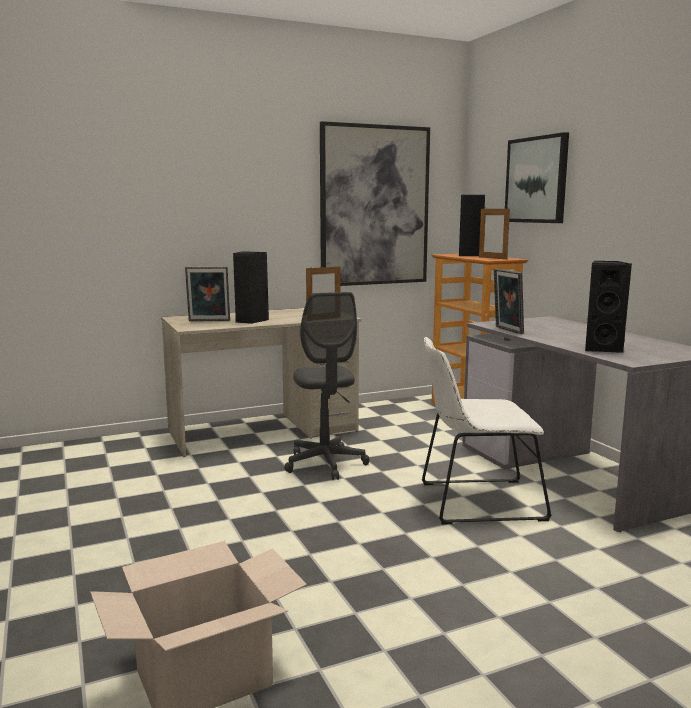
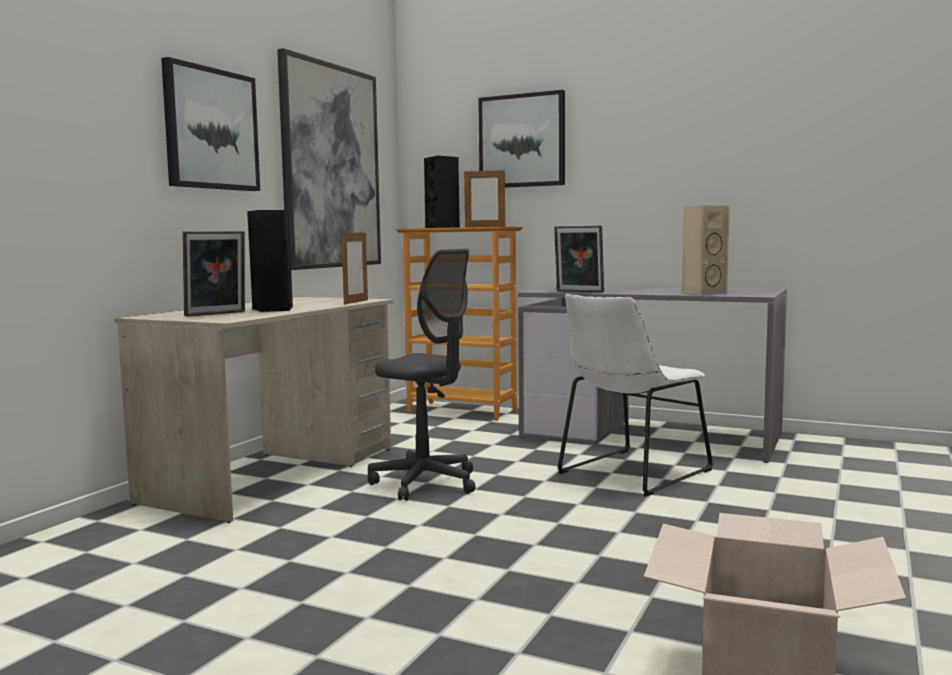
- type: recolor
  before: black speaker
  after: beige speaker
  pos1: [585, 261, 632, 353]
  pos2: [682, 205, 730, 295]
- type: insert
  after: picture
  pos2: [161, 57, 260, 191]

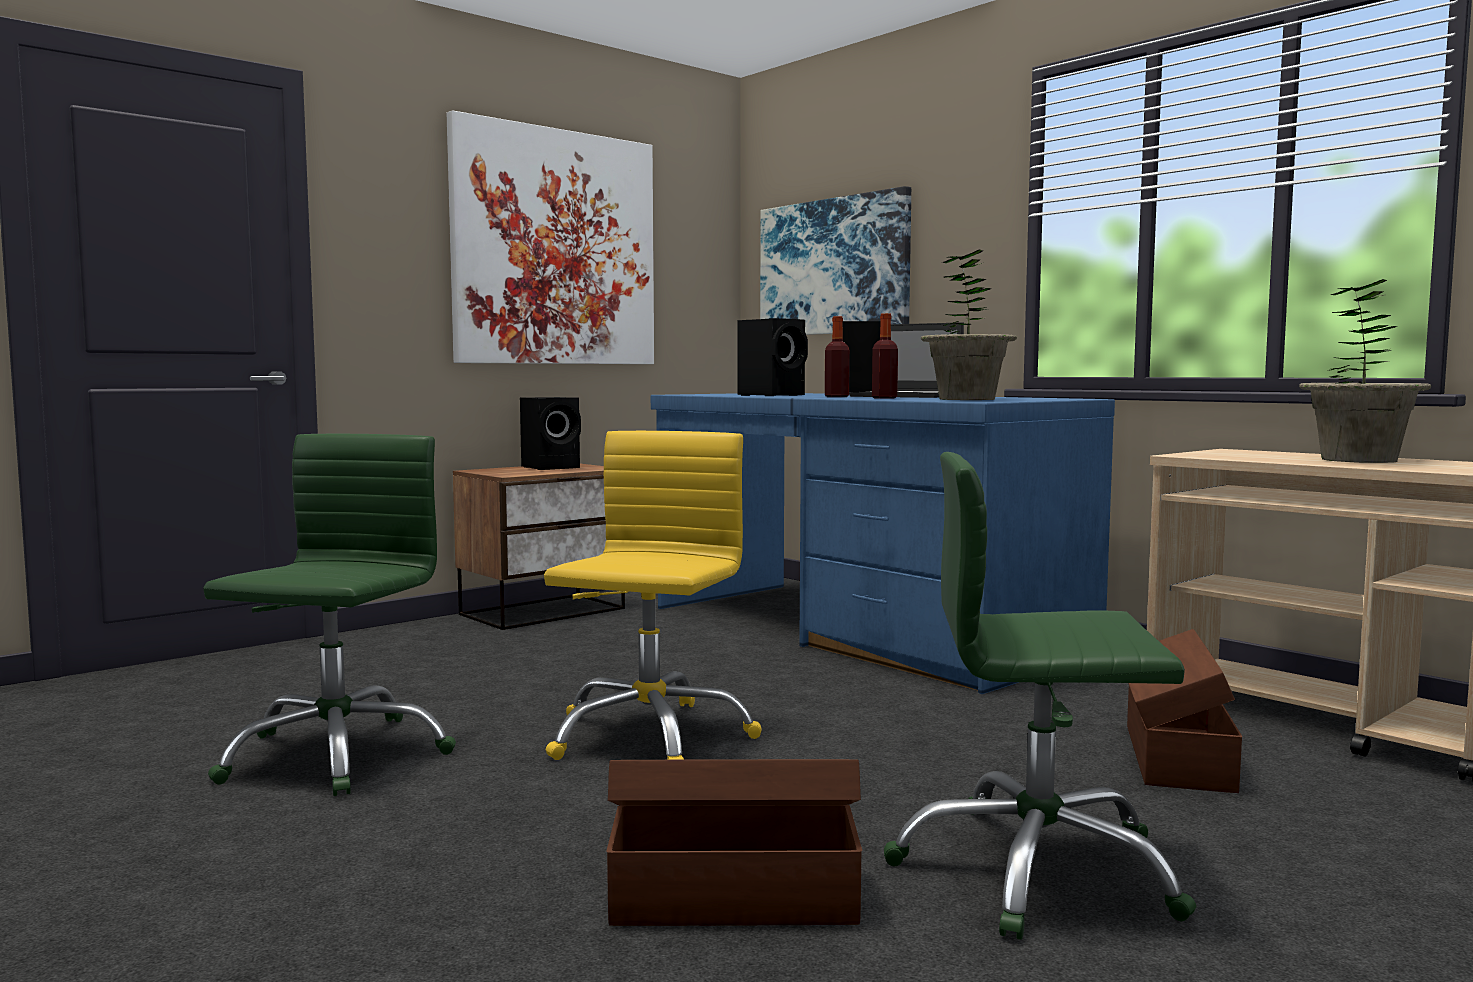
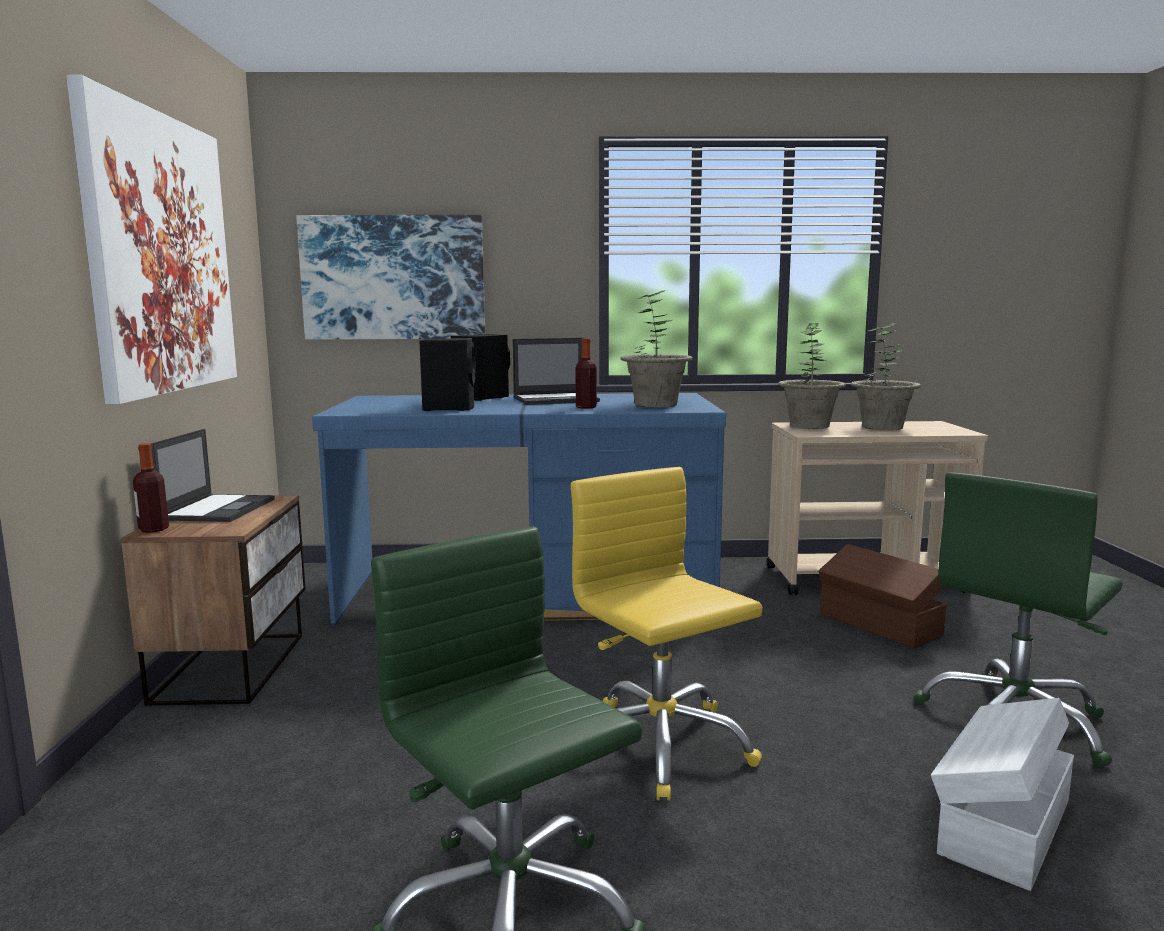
- type: move
  before: bottle
  pos1: [825, 316, 850, 397]
  pos2: [133, 443, 169, 532]
- type: replace
  before: black speaker
  after: laptop
  pos1: [520, 397, 581, 470]
  pos2: [151, 429, 275, 522]
- type: recolor
  before: brown storage box
  after: white storage box
  pos1: [606, 759, 862, 926]
  pos2: [931, 698, 1074, 891]
- type: insert
  after: potted plant
  pos2: [778, 323, 846, 429]

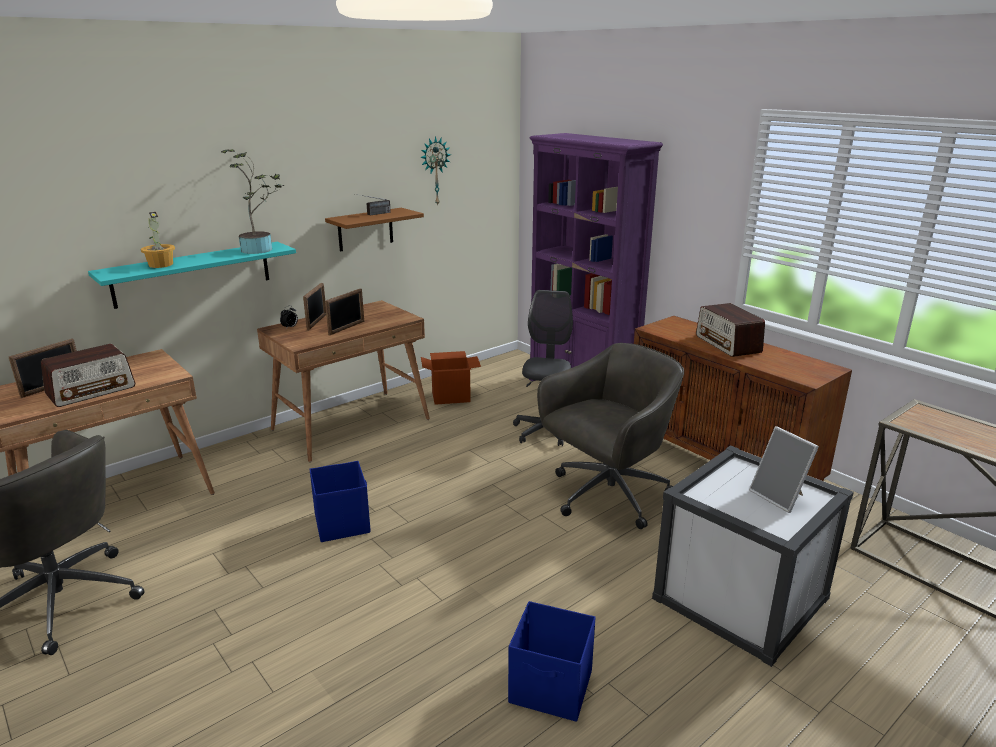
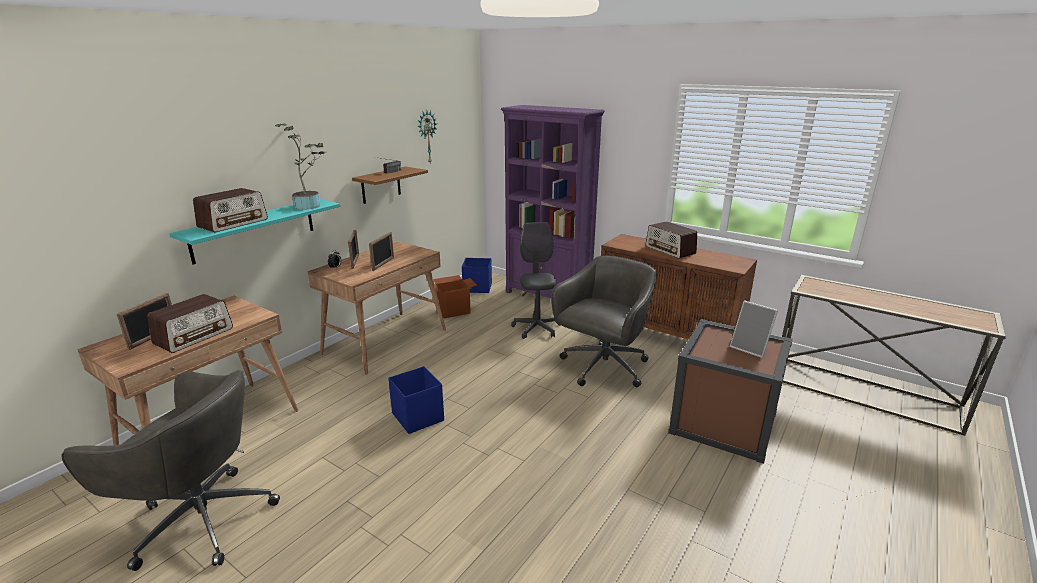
- type: replace
  before: potted plant
  after: radio
  pos1: [141, 212, 175, 268]
  pos2: [193, 188, 268, 232]
- type: recolor
  before: white storage box
  after: brown storage box
  pos1: [652, 445, 854, 667]
  pos2: [668, 319, 793, 464]
- type: move
  before: blue storage box
  pos1: [508, 601, 596, 722]
  pos2: [462, 258, 492, 293]

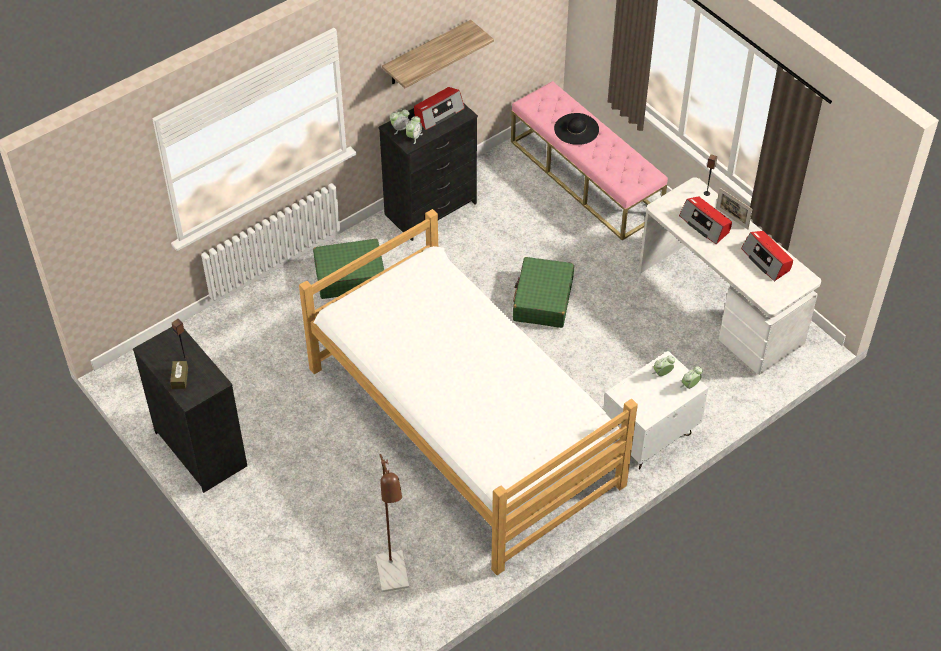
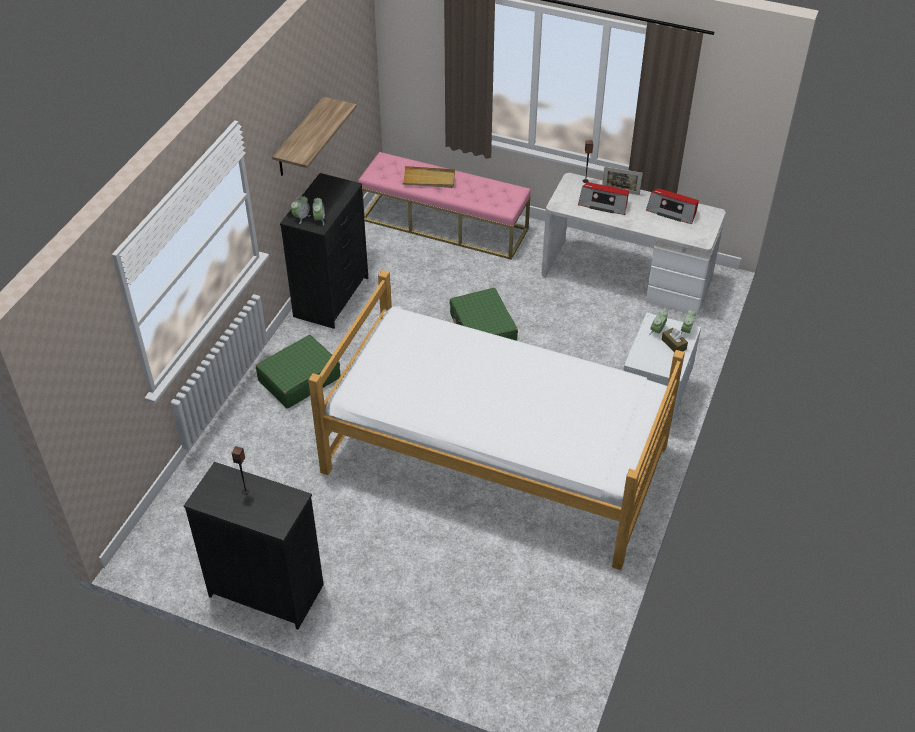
- type: delete
  before: radio
  pos1: [414, 87, 465, 130]
- type: replace
  before: black hat
  after: beige tray
  pos1: [554, 113, 599, 145]
  pos2: [403, 166, 455, 188]
- type: move
  before: brown tissue box
  pos1: [170, 361, 188, 389]
  pos2: [662, 328, 688, 353]
- type: delete
  before: brown floor lamp
  pos1: [376, 451, 409, 592]

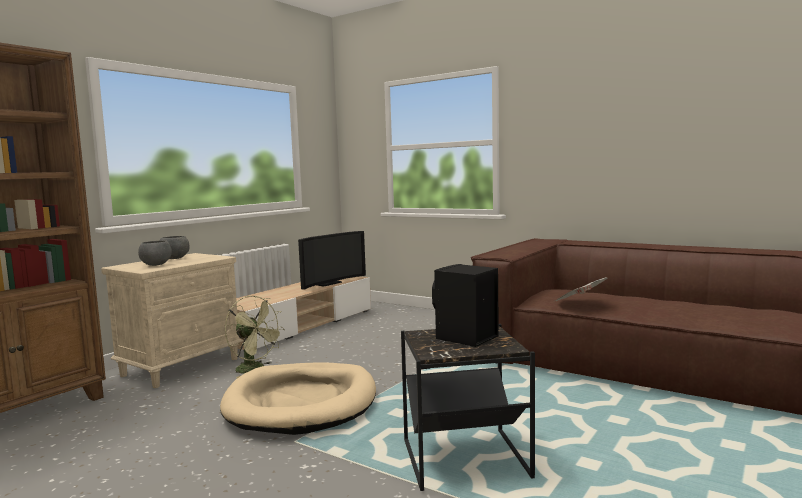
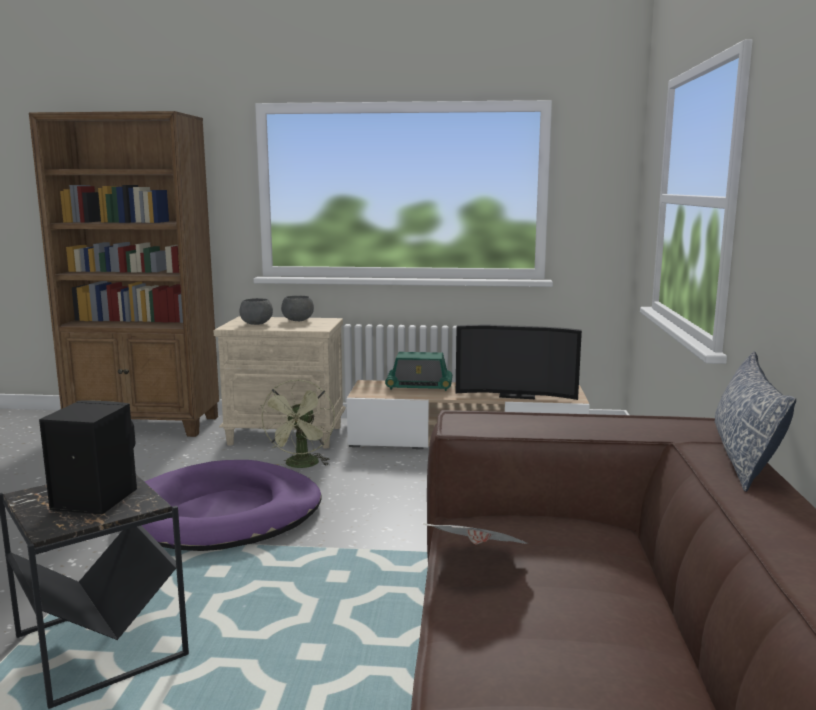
- type: recolor
  before: beige dog bed
  after: purple dog bed
  pos1: [220, 362, 376, 435]
  pos2: [142, 460, 322, 551]
- type: insert
  after: pillow
  pos2: [715, 351, 796, 492]
- type: insert
  after: radio
  pos2: [385, 352, 452, 391]

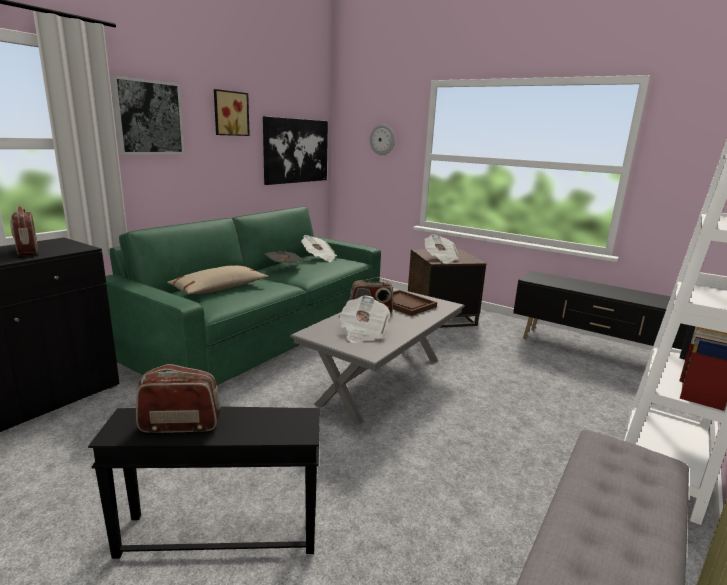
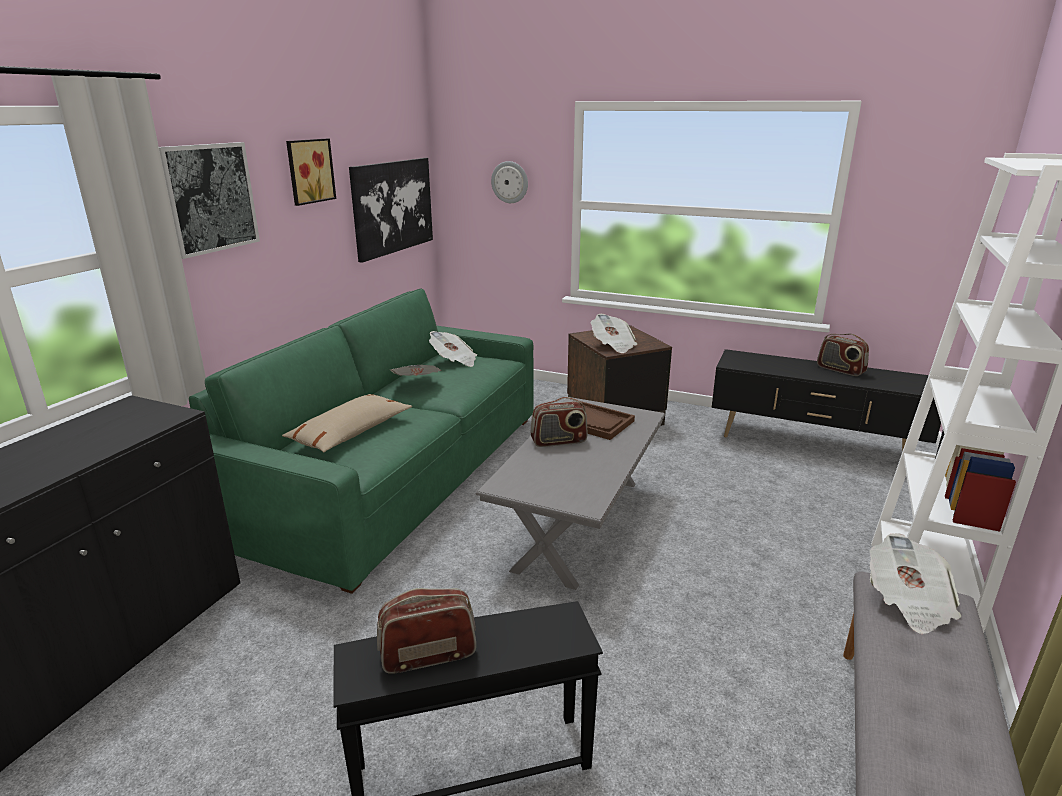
- type: move
  before: radio
  pos1: [10, 206, 38, 256]
  pos2: [817, 334, 869, 376]
- type: move
  before: newspaper
  pos1: [339, 295, 390, 343]
  pos2: [870, 533, 961, 634]

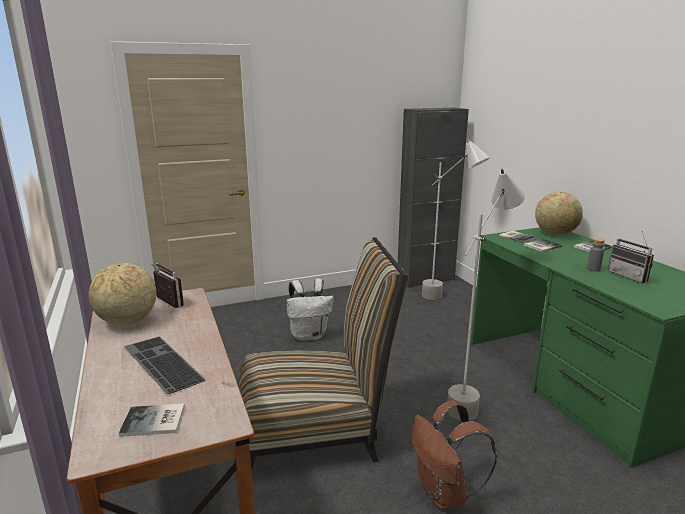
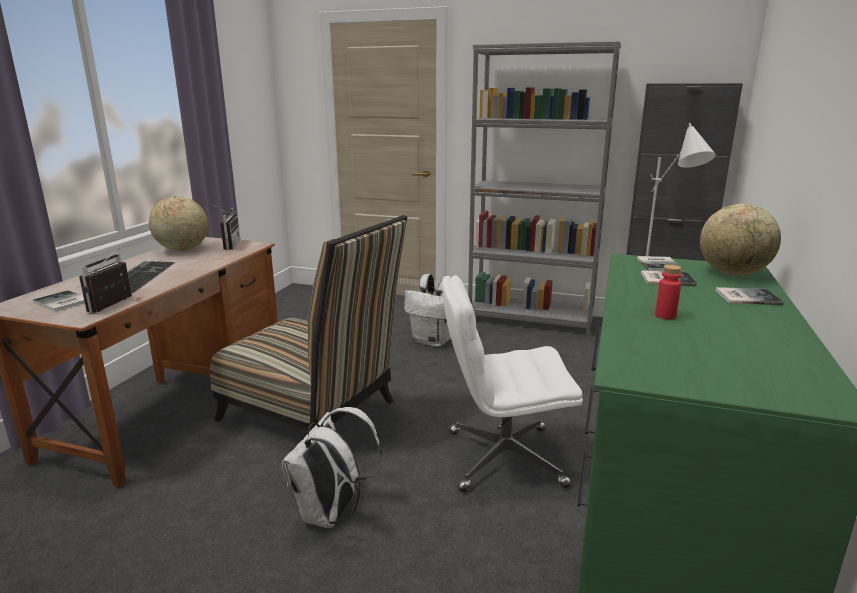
- type: replace
  before: grey floor lamp
  after: white office chair
  pos1: [447, 169, 525, 421]
  pos2: [442, 275, 583, 492]
- type: move
  before: radio
  pos1: [608, 232, 654, 283]
  pos2: [79, 247, 132, 313]
- type: recolor
  before: grey bottle
  after: red bottle
  pos1: [587, 238, 605, 272]
  pos2: [655, 265, 681, 319]
- type: recolor
  before: brown backpack
  after: white backpack
  pos1: [412, 400, 497, 509]
  pos2: [282, 407, 382, 528]
- type: insert
  after: grey bookcase
  pos2: [468, 41, 621, 336]

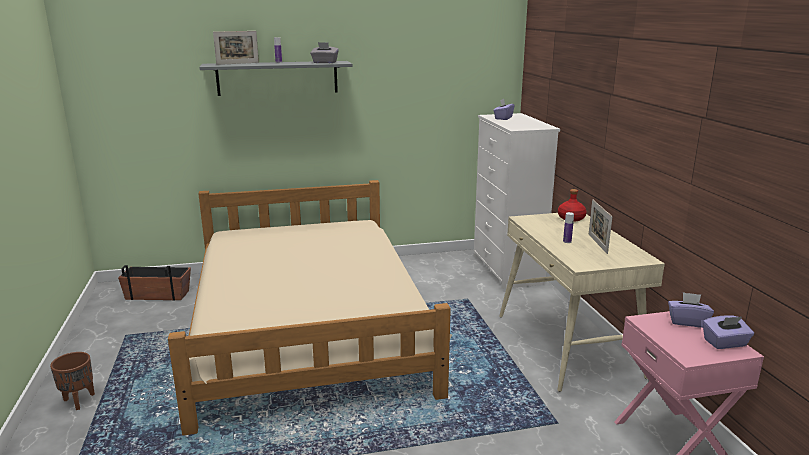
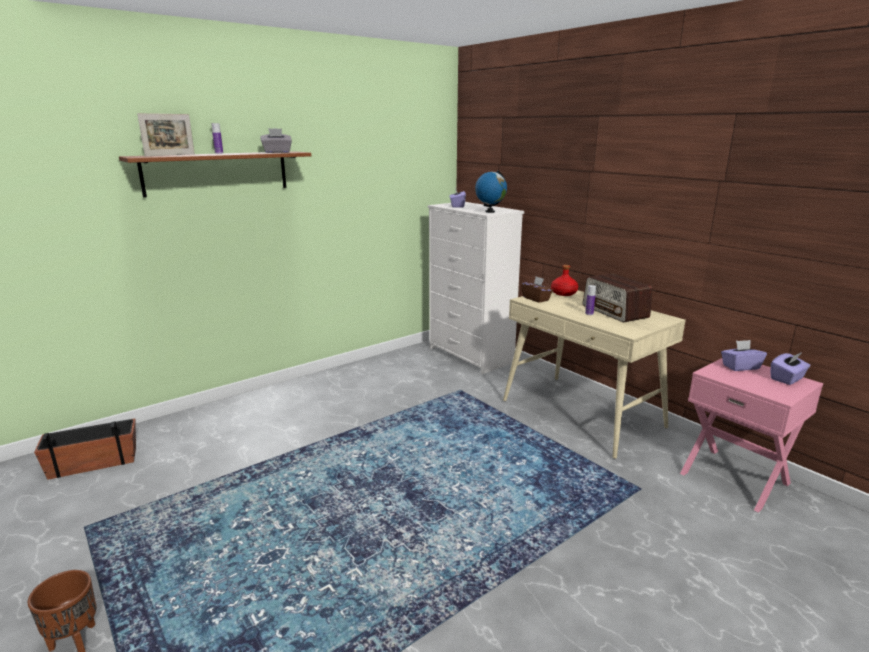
- type: recolor
  before: grey shelf
  after: brown shelf
  pos1: [199, 61, 353, 96]
  pos2: [119, 151, 311, 198]
- type: delete
  before: beige bed
  pos1: [168, 180, 452, 436]
- type: replace
  before: picture frame
  after: radio
  pos1: [588, 199, 613, 254]
  pos2: [583, 274, 652, 322]
- type: insert
  after: globe
  pos2: [475, 170, 507, 213]
- type: insert
  after: brown tissue box
  pos2: [521, 276, 553, 303]

